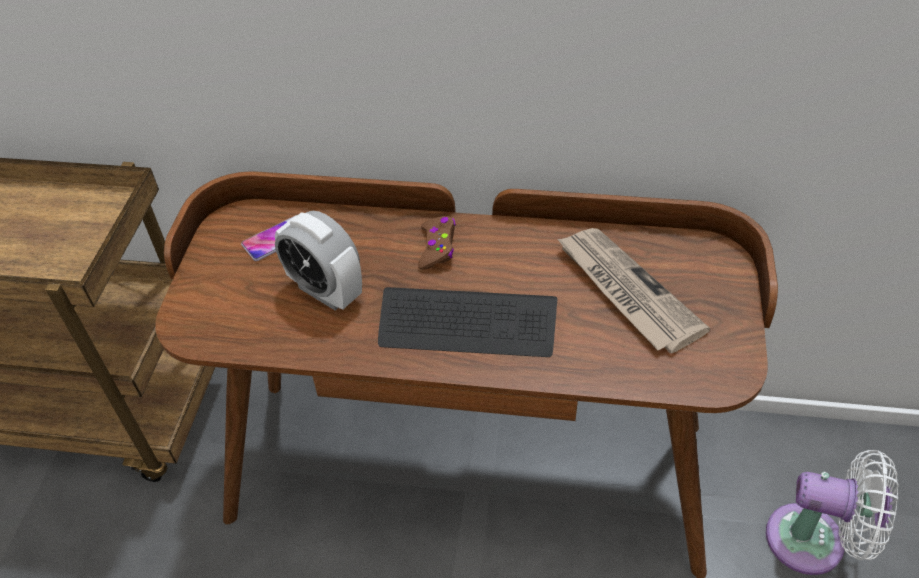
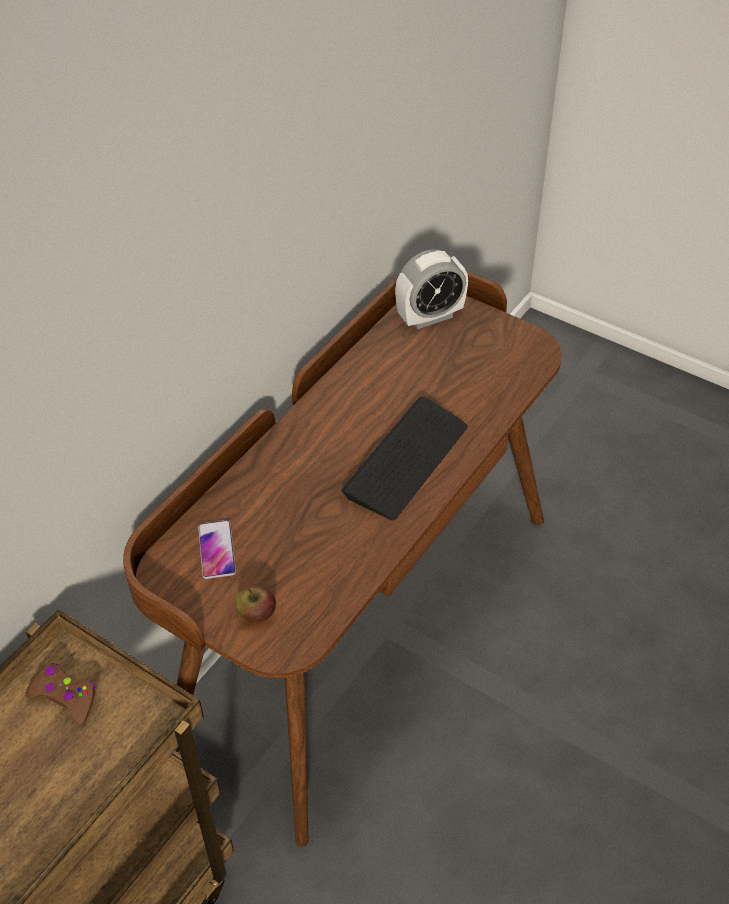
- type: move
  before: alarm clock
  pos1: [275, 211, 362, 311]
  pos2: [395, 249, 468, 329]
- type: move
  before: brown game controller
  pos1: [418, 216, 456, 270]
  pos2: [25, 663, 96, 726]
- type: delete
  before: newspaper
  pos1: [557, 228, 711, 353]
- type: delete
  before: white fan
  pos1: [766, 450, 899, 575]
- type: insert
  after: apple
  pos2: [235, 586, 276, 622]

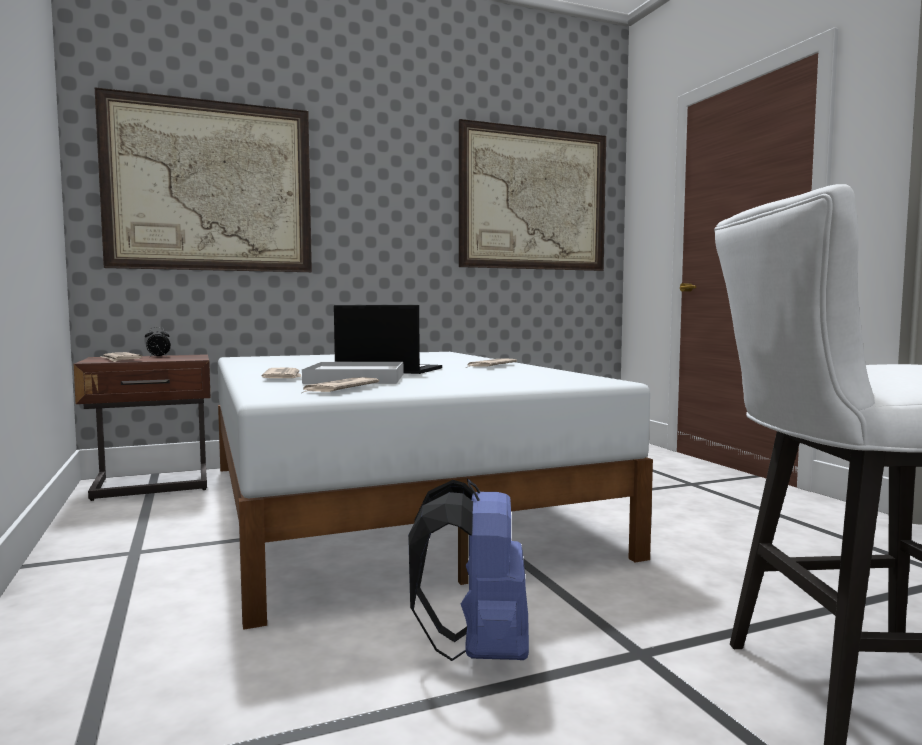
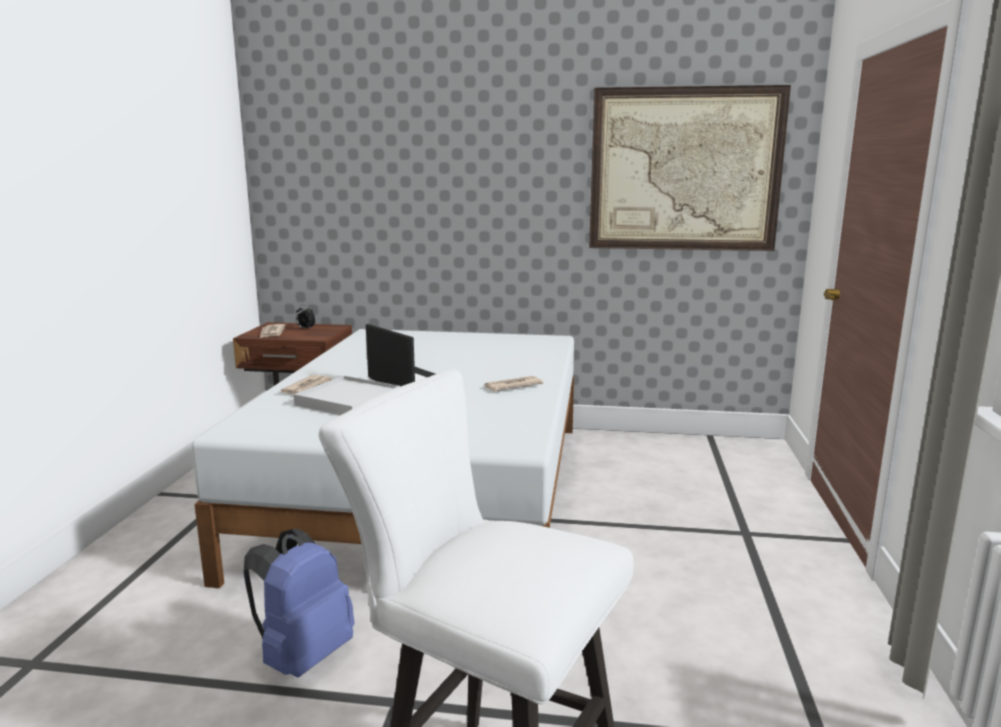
- type: delete
  before: picture
  pos1: [95, 87, 312, 272]
- type: delete
  before: newspaper
  pos1: [302, 377, 379, 393]

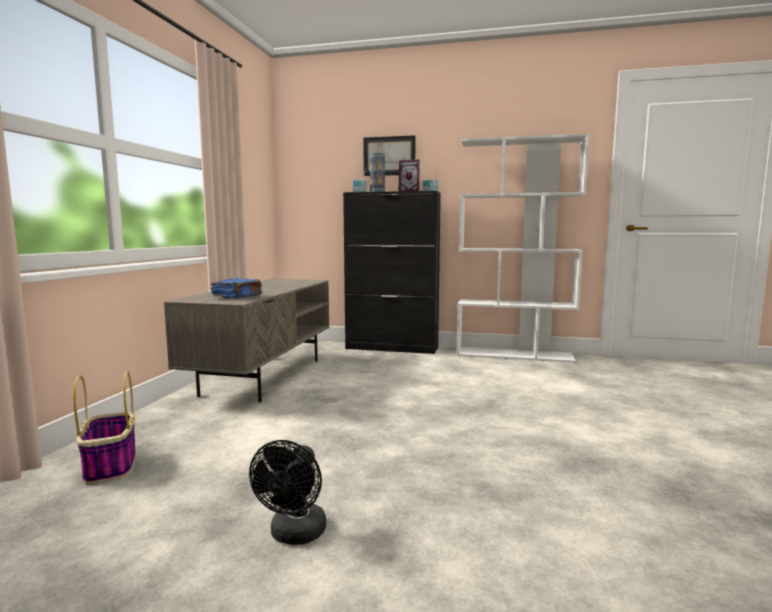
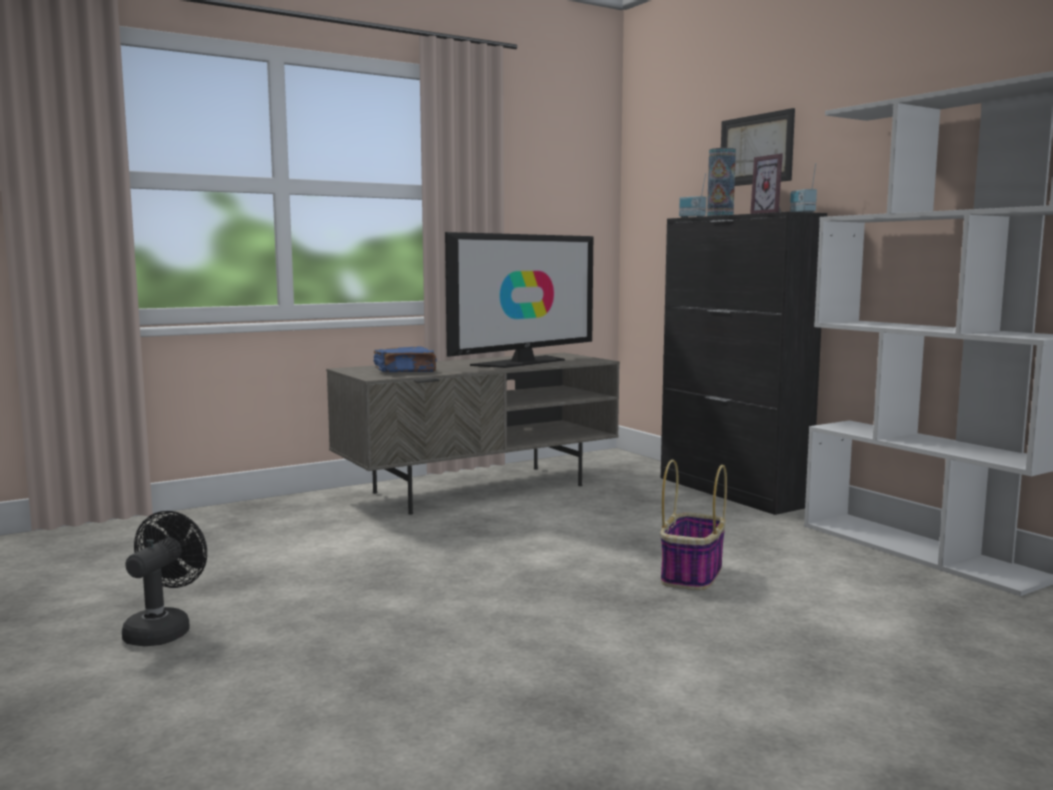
- type: move
  before: basket
  pos1: [73, 371, 135, 484]
  pos2: [660, 460, 727, 590]
- type: rotate
  before: black fan
  pos1: [249, 440, 326, 545]
  pos2: [122, 511, 207, 646]
  turn: 135
- type: insert
  after: television
  pos2: [445, 232, 593, 368]

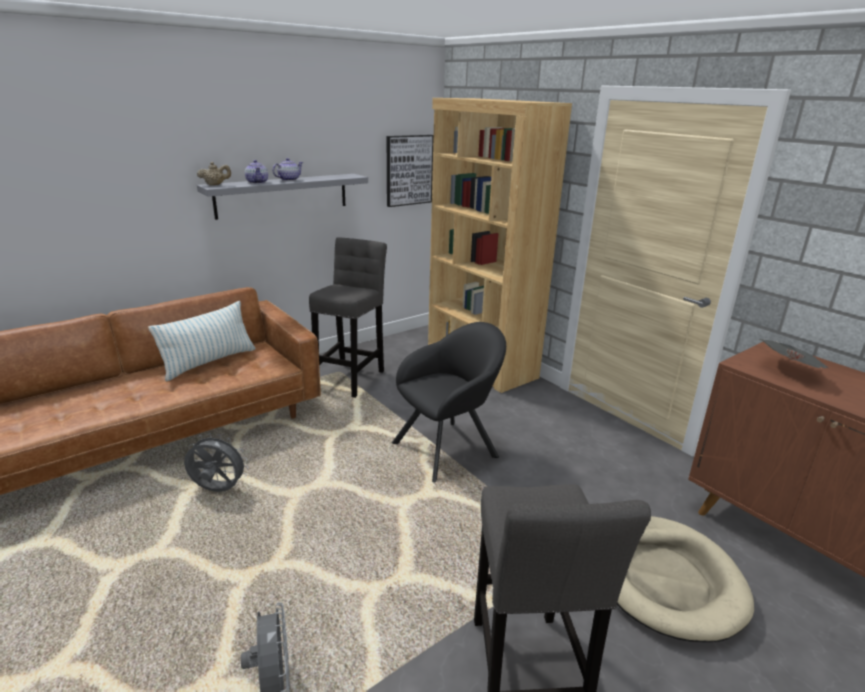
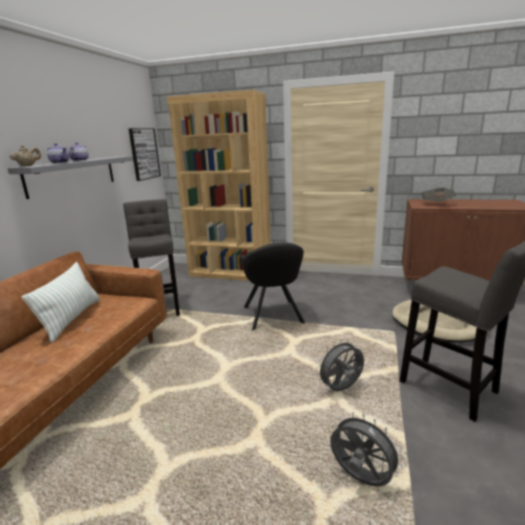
- type: rotate
  before: black armchair
  pos1: [392, 322, 506, 483]
  pos2: [239, 242, 305, 330]
  turn: 150
- type: move
  before: grey fan
  pos1: [184, 433, 249, 492]
  pos2: [316, 339, 364, 391]

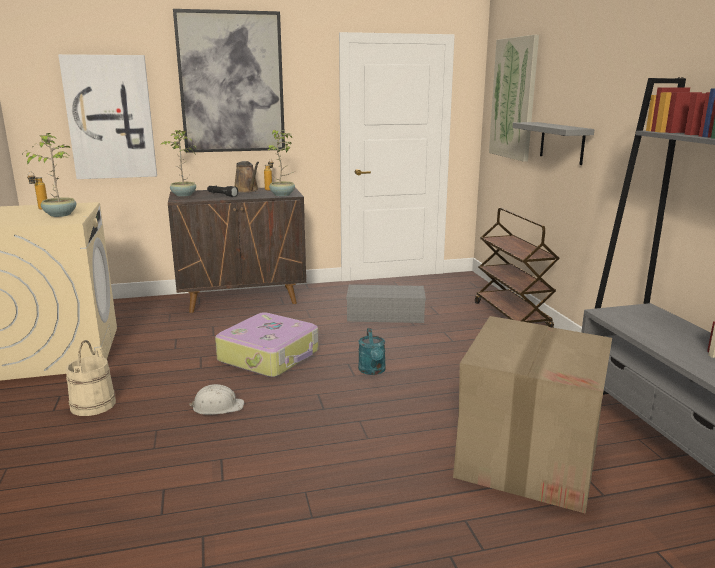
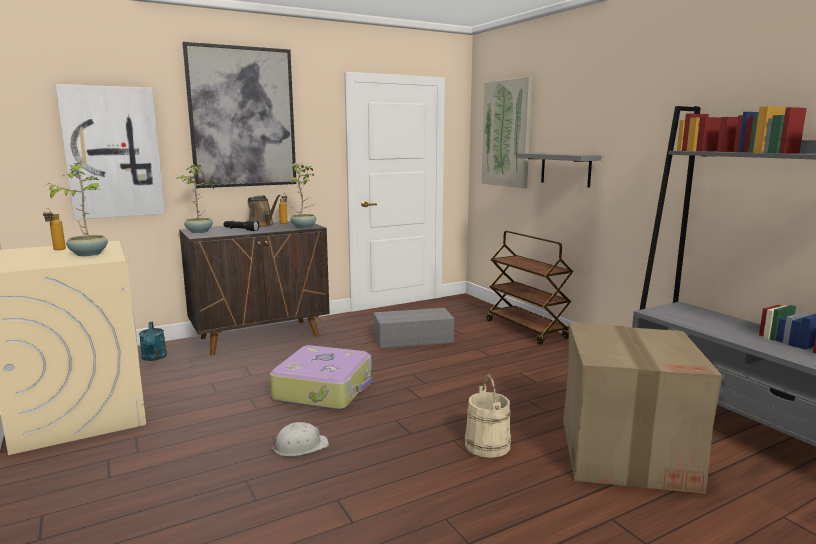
- type: move
  before: turquoise watering can
  pos1: [358, 328, 386, 375]
  pos2: [139, 322, 167, 361]
- type: move
  before: beige bucket
  pos1: [66, 340, 116, 416]
  pos2: [465, 374, 511, 458]

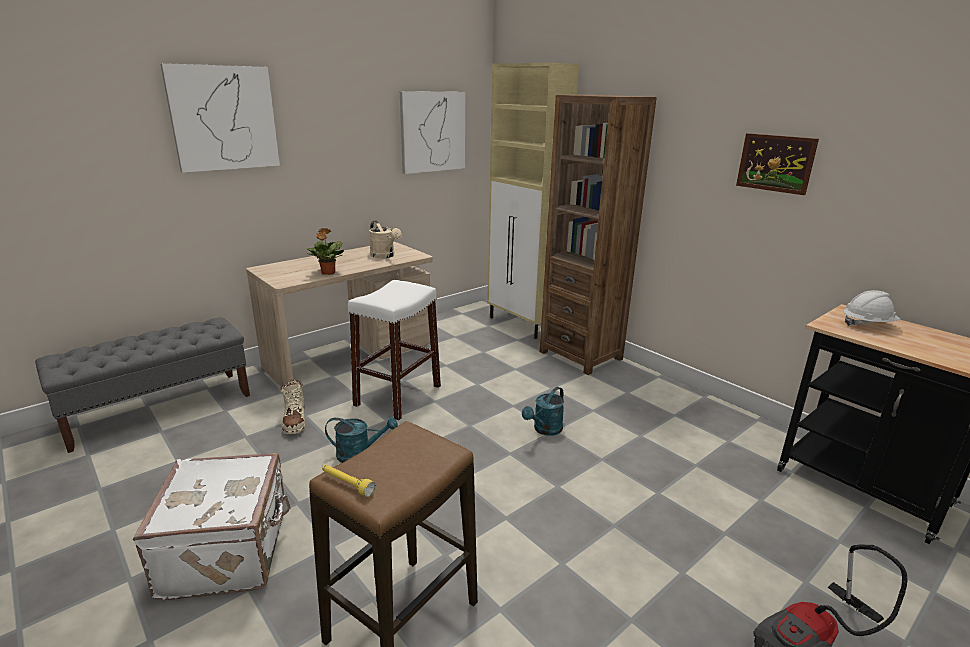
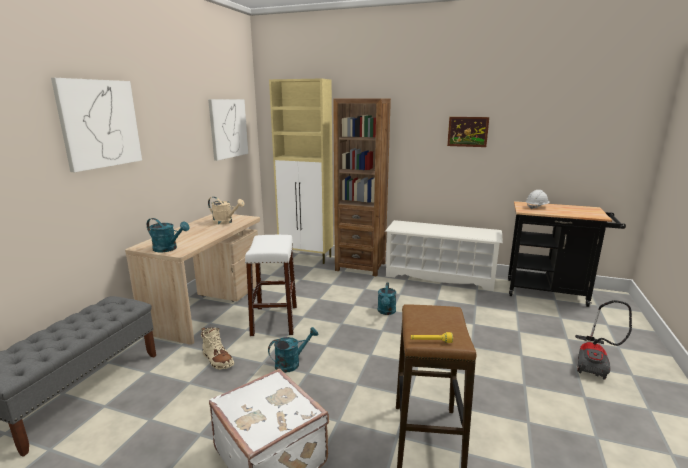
- type: delete
  before: potted plant
  pos1: [306, 228, 344, 275]
- type: insert
  after: turquoise watering can
  pos2: [147, 218, 189, 252]
- type: insert
  after: white shoe rack
  pos2: [385, 220, 503, 291]

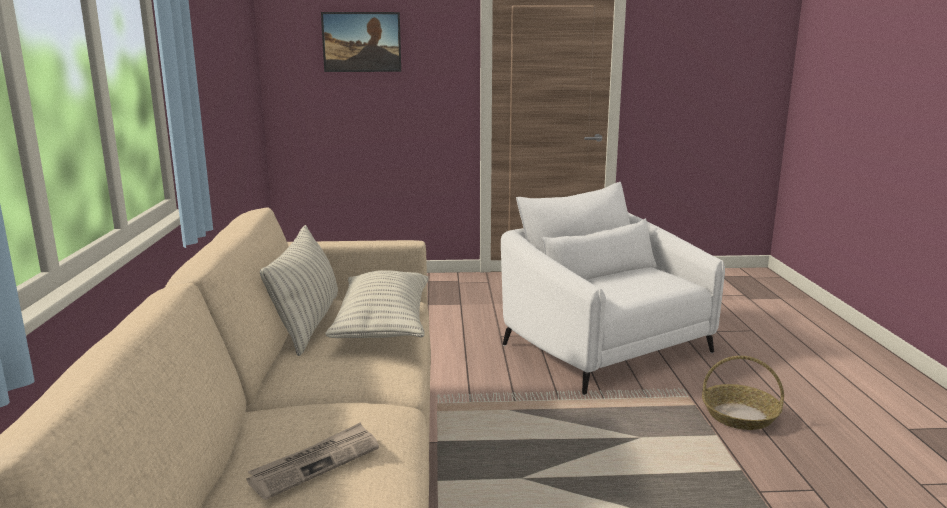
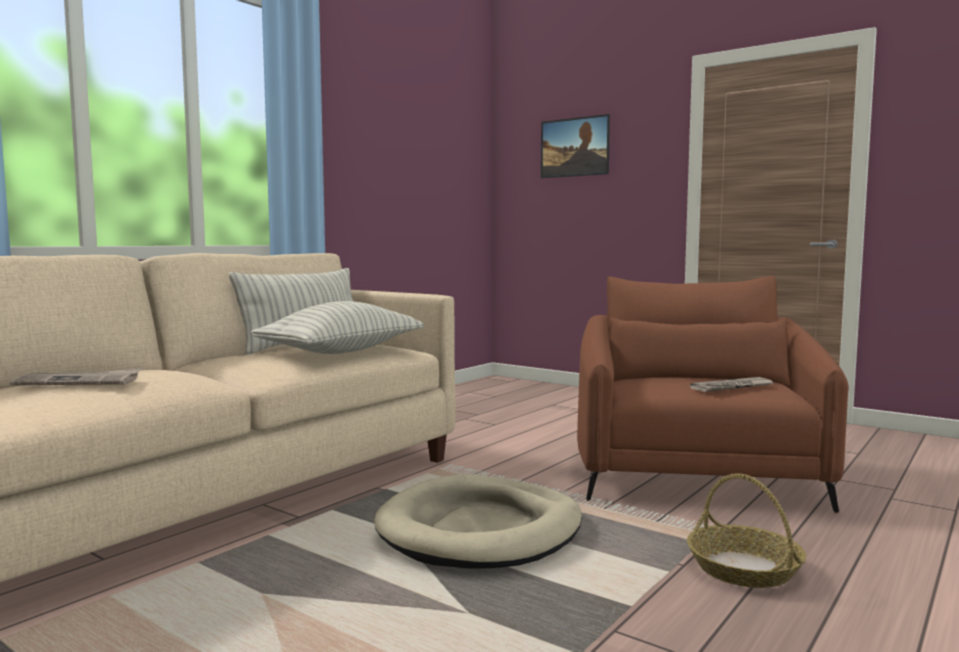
- type: recolor
  before: white armchair
  after: brown armchair
  pos1: [501, 182, 725, 395]
  pos2: [577, 276, 848, 513]
- type: insert
  after: newspaper
  pos2: [690, 377, 775, 392]
- type: insert
  after: beige dog bed
  pos2: [374, 474, 582, 569]

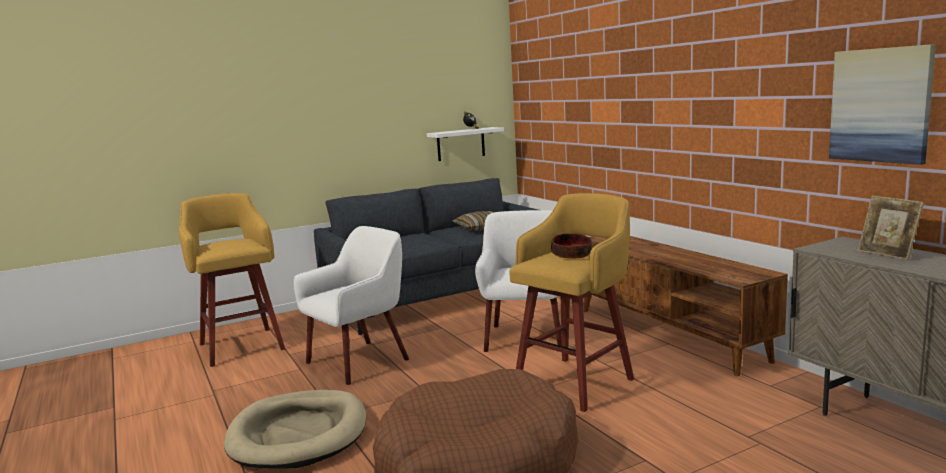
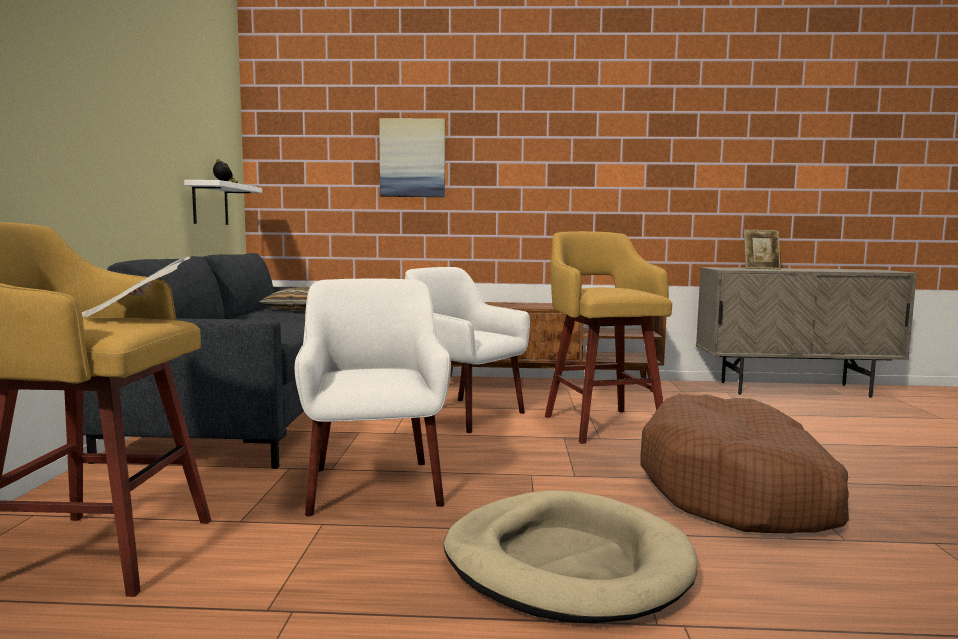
- type: move
  before: picture
  pos1: [829, 44, 936, 165]
  pos2: [379, 118, 445, 197]
- type: delete
  before: bowl
  pos1: [551, 233, 592, 259]
- type: insert
  after: newspaper
  pos2: [82, 256, 190, 317]

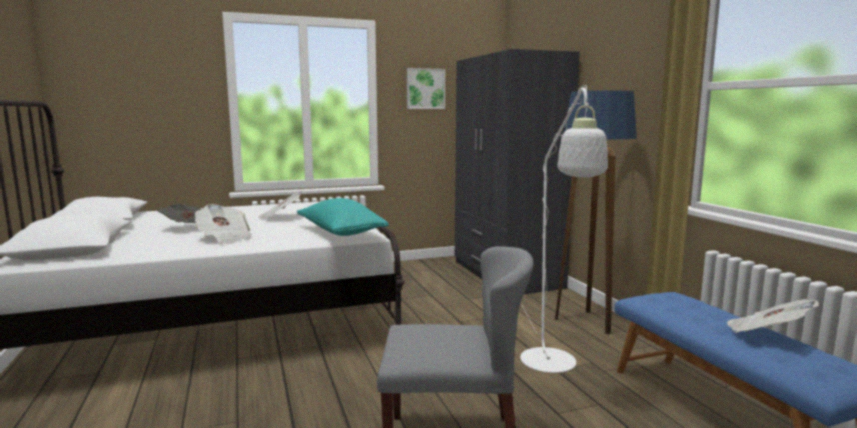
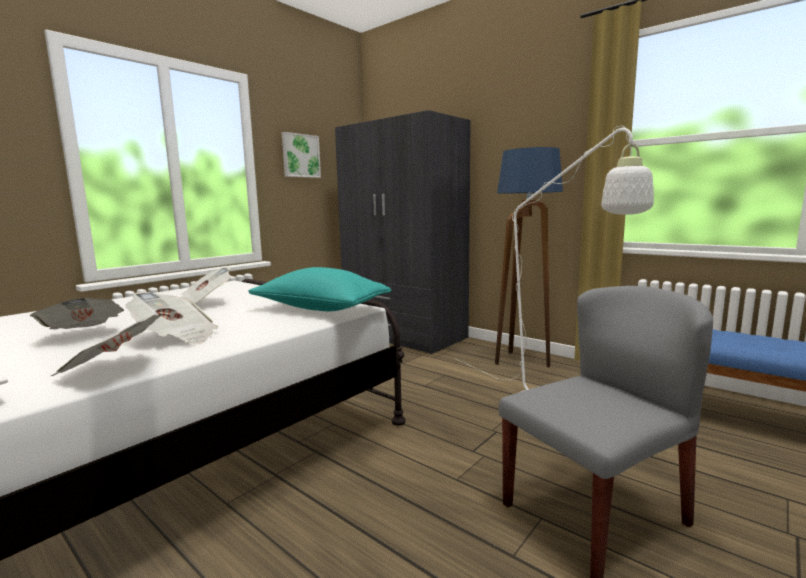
- type: move
  before: newspaper
  pos1: [727, 299, 819, 333]
  pos2: [51, 314, 161, 376]

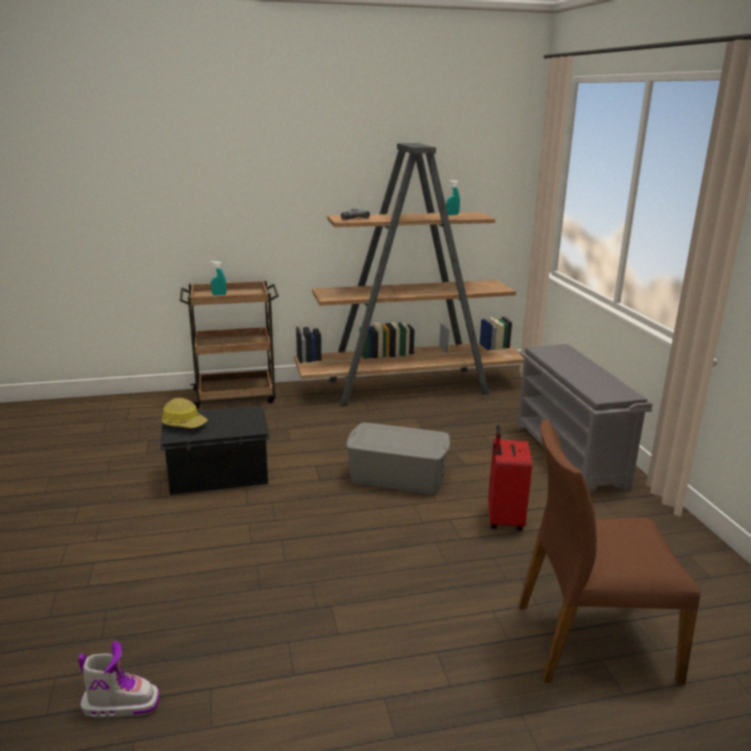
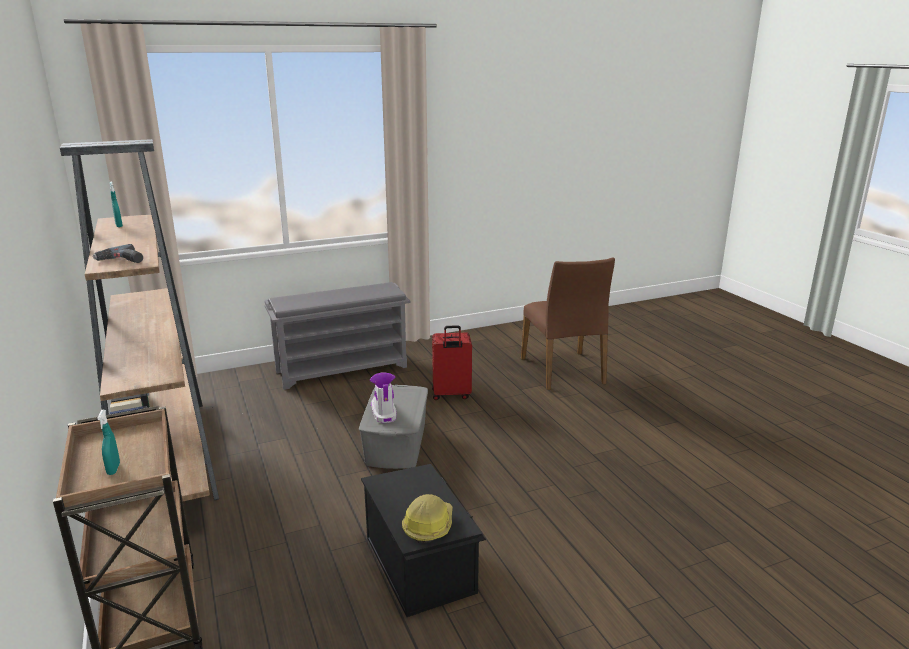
- type: move
  before: boot
  pos1: [78, 641, 160, 717]
  pos2: [370, 373, 396, 423]

